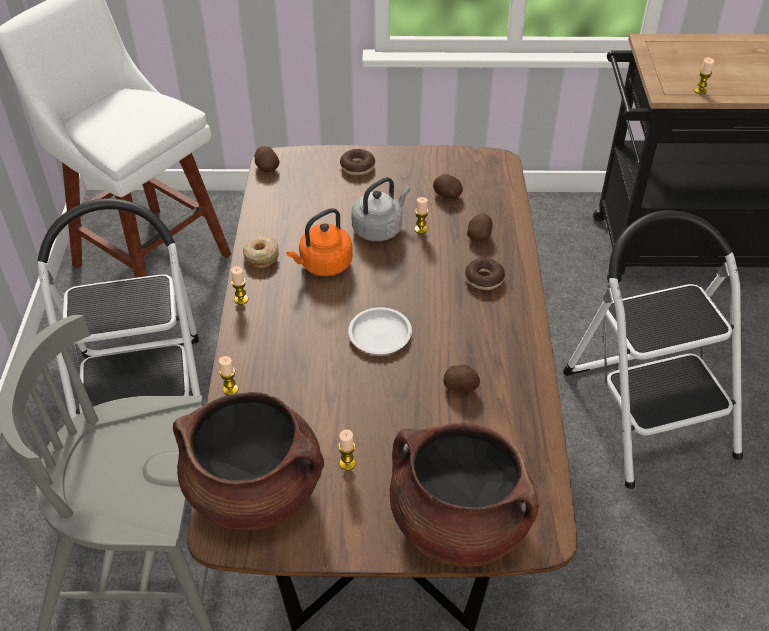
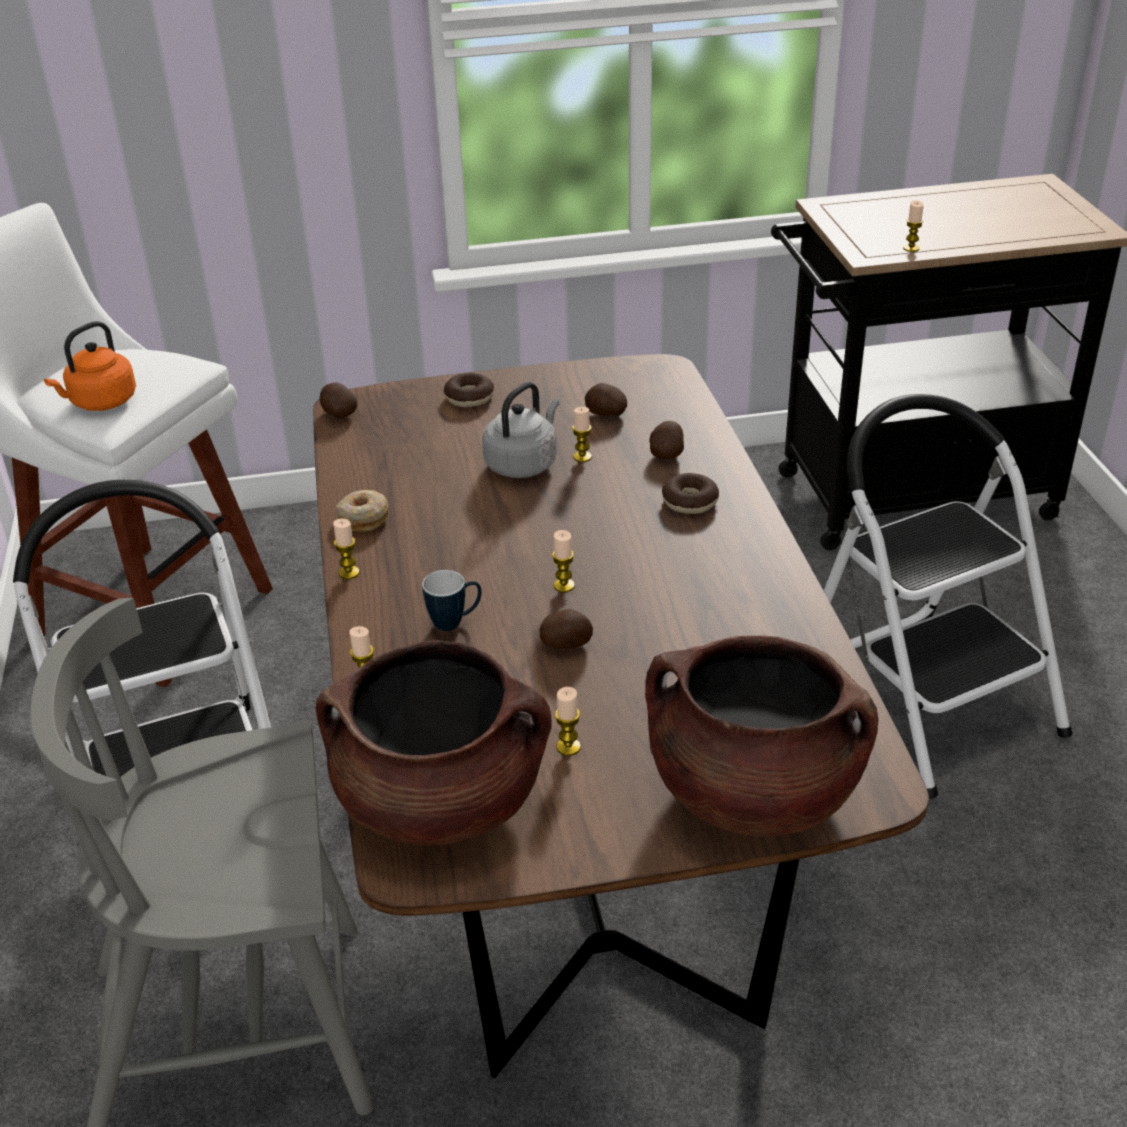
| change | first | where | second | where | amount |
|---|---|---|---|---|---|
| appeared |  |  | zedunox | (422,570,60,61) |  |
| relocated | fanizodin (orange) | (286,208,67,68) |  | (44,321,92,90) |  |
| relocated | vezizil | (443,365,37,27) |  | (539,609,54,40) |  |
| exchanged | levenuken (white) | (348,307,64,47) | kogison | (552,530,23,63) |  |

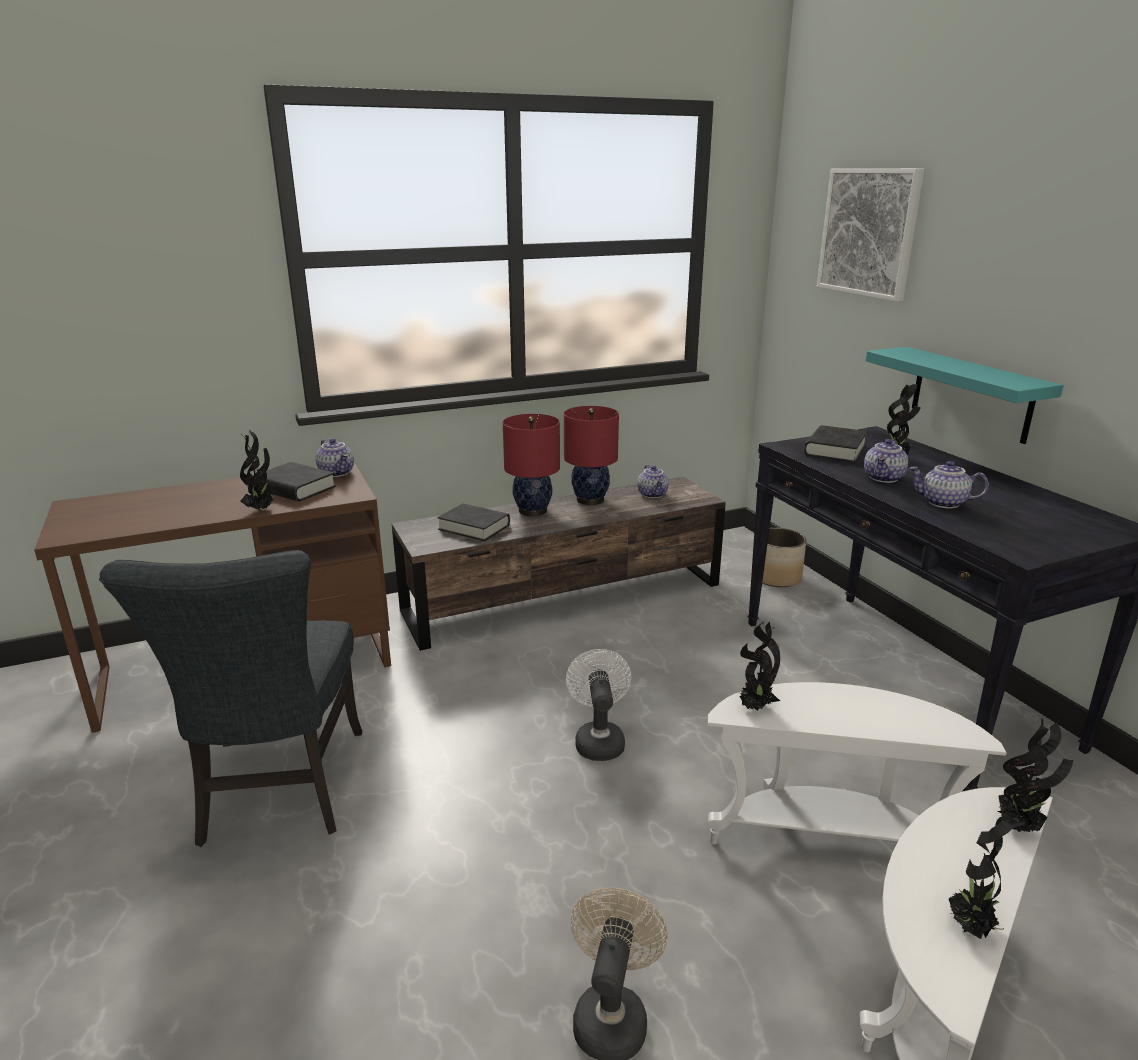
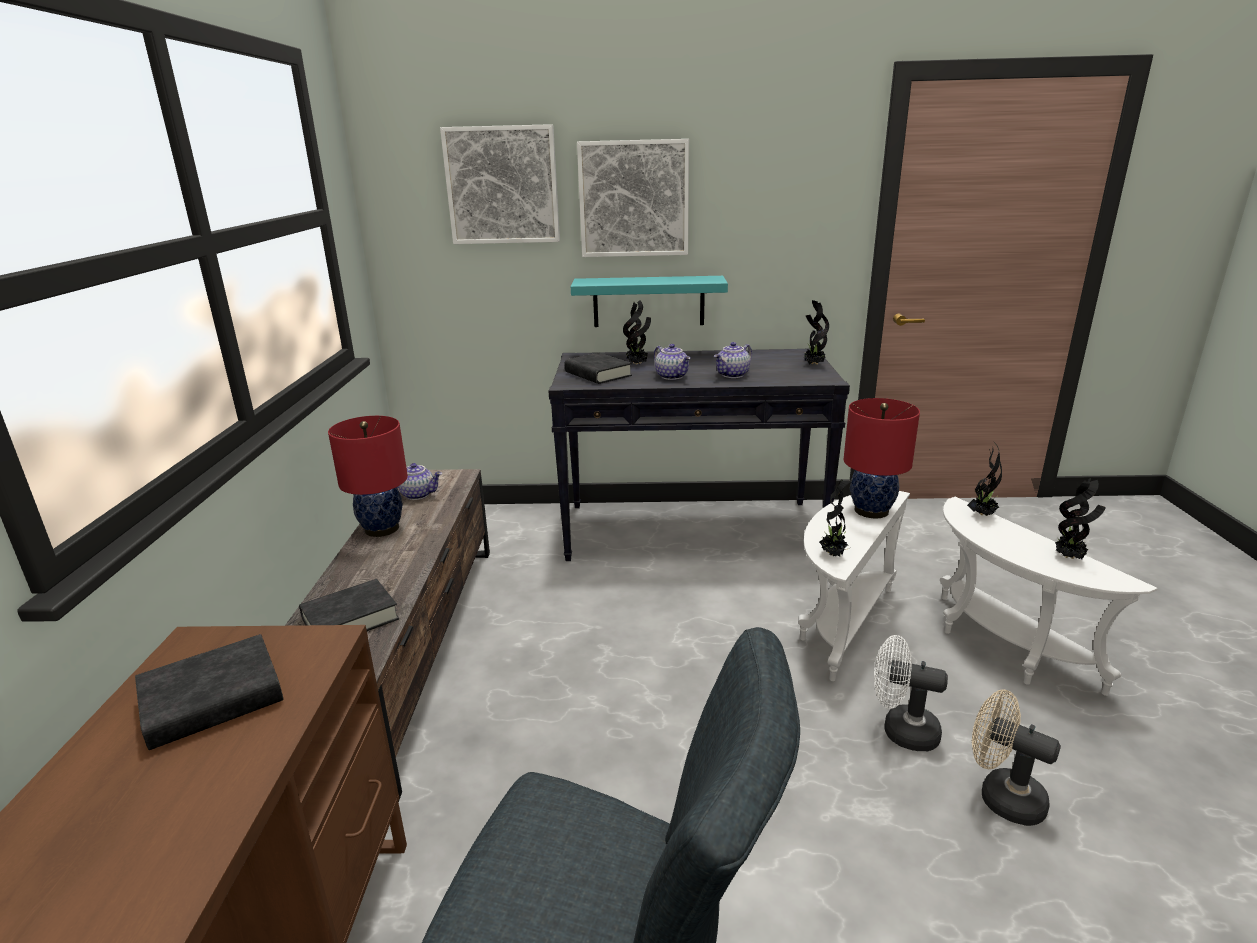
| change | first | where | second | where | amount |
|---|---|---|---|---|---|
| missing | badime | (316,438,38,39) |  |  |  |
| missing | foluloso | (762,528,44,59) |  |  |  |
| appeared |  |  | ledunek | (577,139,112,118) |  |
| relocated | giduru | (240,430,35,80) |  | (803,300,26,65) |  |
| relocated | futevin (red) | (503,414,57,102) |  | (843,398,77,120) |  |
| relocated | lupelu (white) | (566,649,65,112) |  | (874,635,74,116) |  |

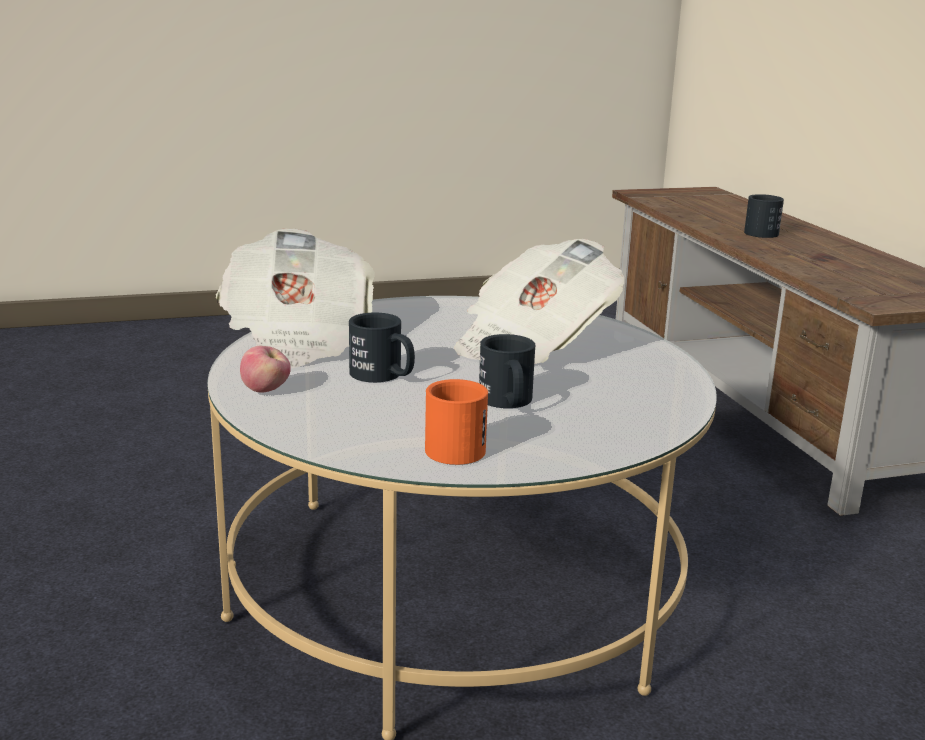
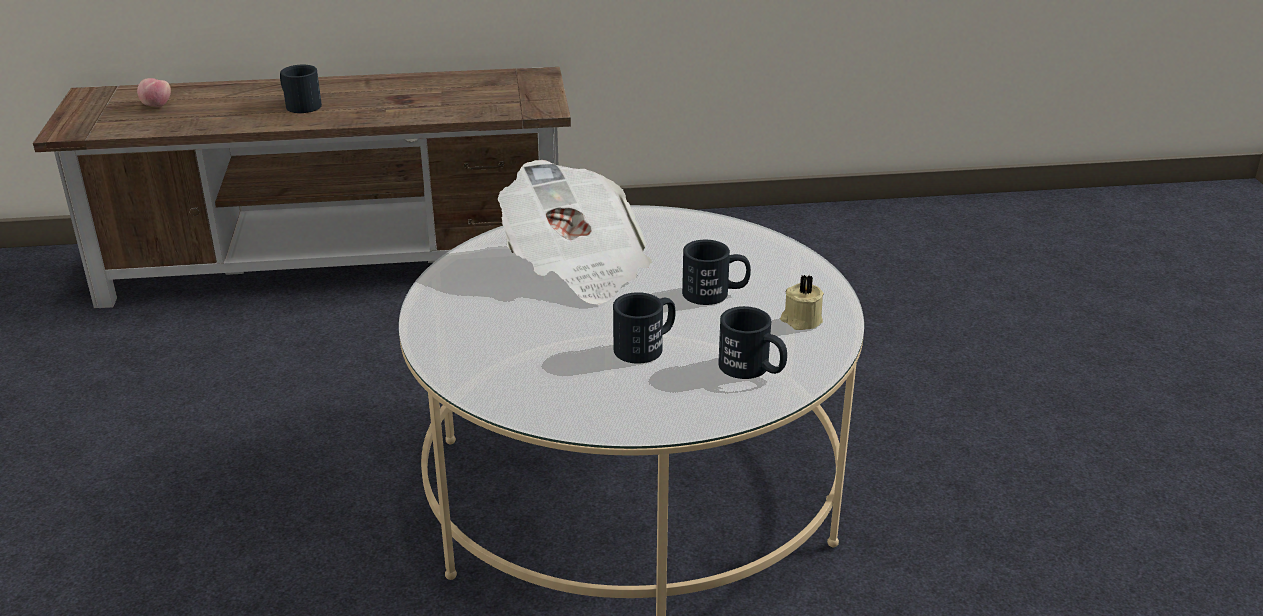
| change | first | where | second | where | amount |
|---|---|---|---|---|---|
| missing | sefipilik | (216,229,159,139) |  |  |  |
| appeared |  |  | zedunox (black) | (719,306,68,73) |  |
| relocated | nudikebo | (240,346,51,47) |  | (137,78,34,29) |  |
| exchanged | zedunox (orange) | (425,379,63,86) | kogison (beige) | (780,275,44,55) |  |

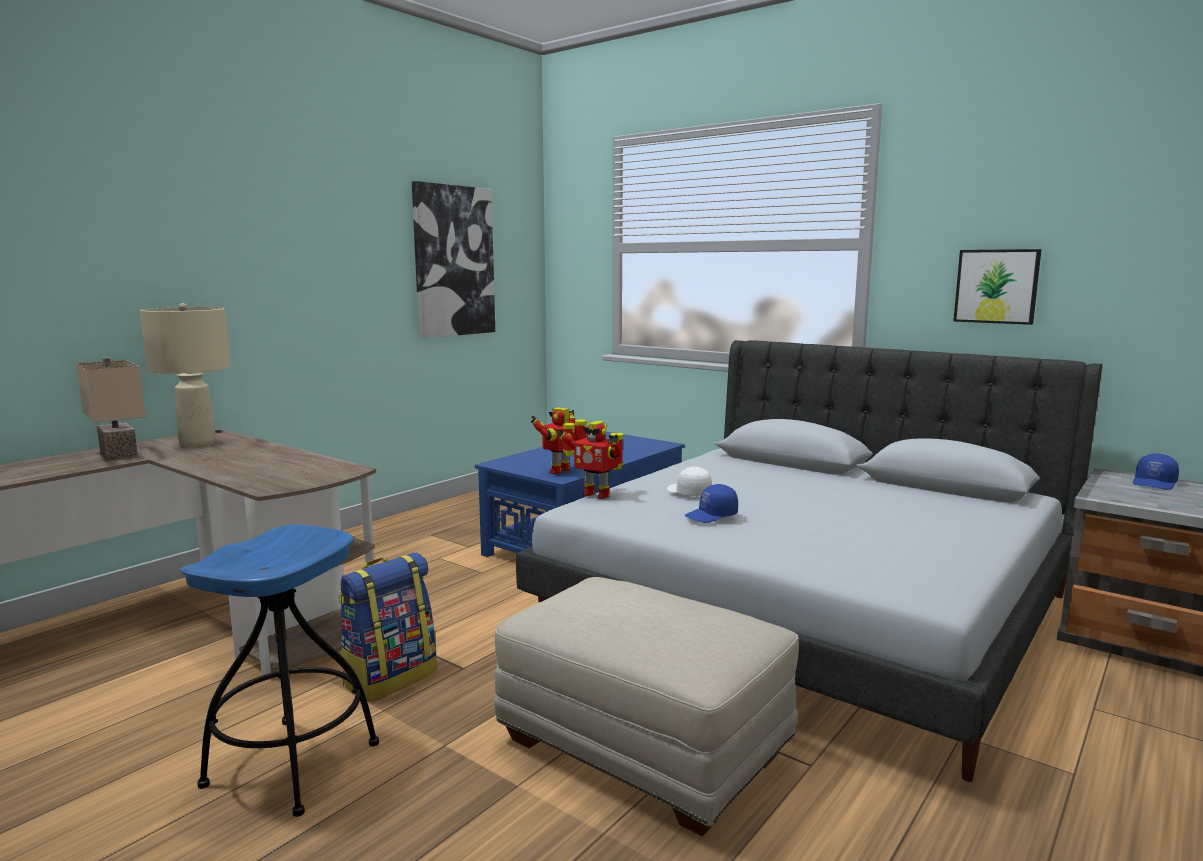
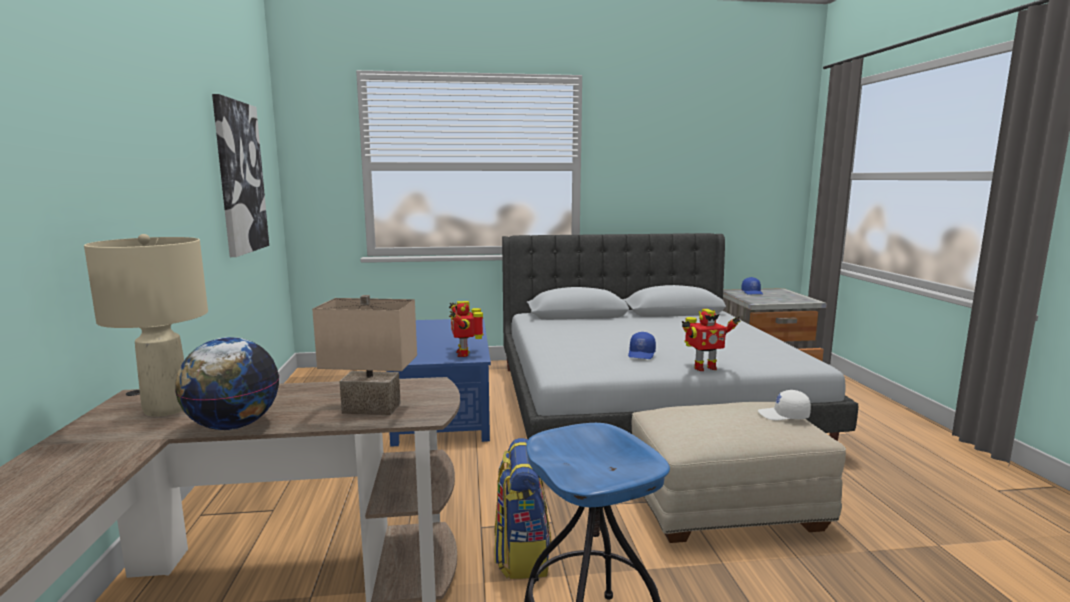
| change | first | where | second | where | amount |
|---|---|---|---|---|---|
| missing | ledunek | (953,249,89,76) |  |  |  |
| appeared |  |  | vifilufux | (175,337,104,93) |  |
| relocated | futevin (beige) | (76,357,69,105) |  | (312,295,105,120) |  |
| relocated | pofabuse | (557,421,67,78) |  | (682,309,58,62) |  |
| relocated | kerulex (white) | (667,467,45,29) |  | (758,390,53,30) |  |

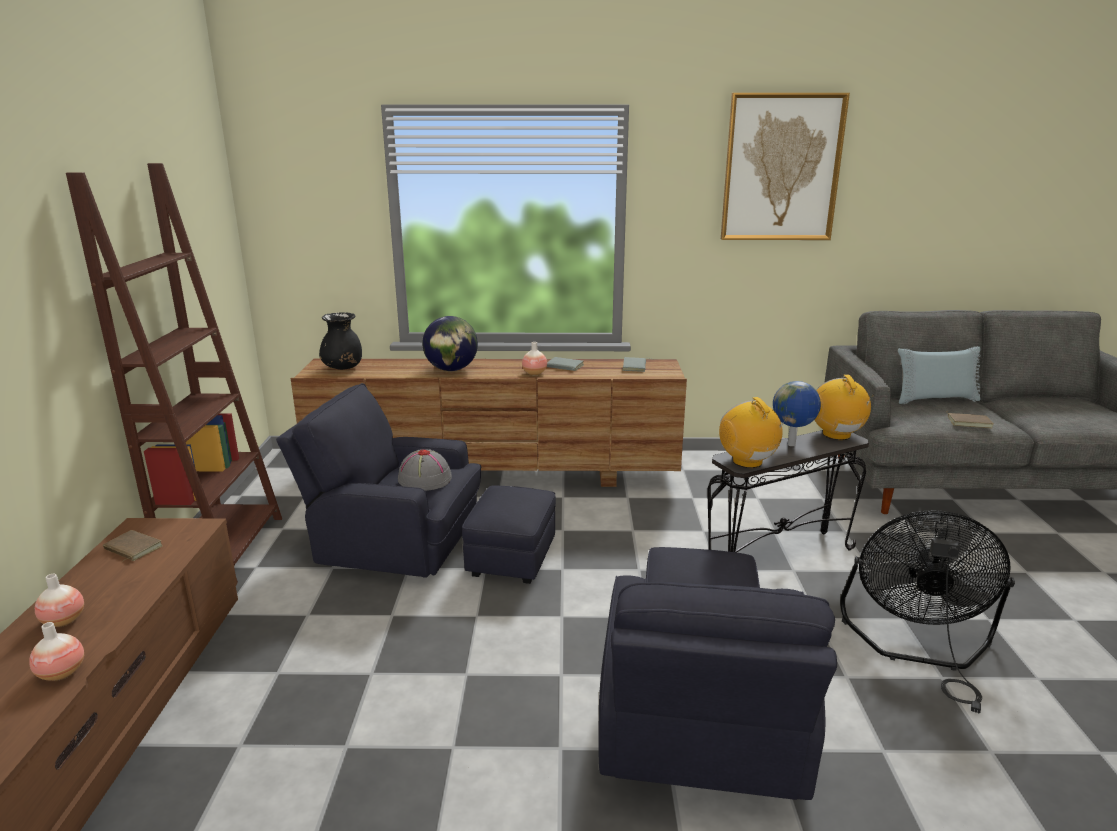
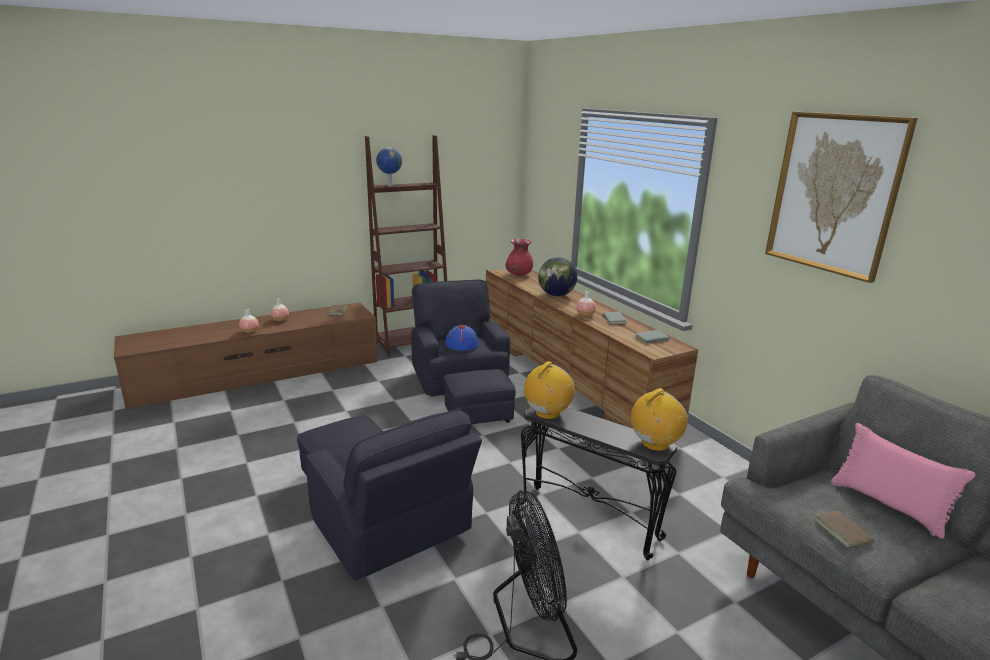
| change | first | where | second | where | amount |
|---|---|---|---|---|---|
| relocated | vifilufux | (773,381,48,65) |  | (376,148,26,38) |  |
| colour | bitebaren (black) | (319,312,43,58) | bitebaren (red) | (505,239,28,37) |  |
| colour | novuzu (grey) | (398,449,54,42) | novuzu (blue) | (445,325,34,26) |  |
| colour | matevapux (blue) | (898,346,83,58) | matevapux (pink) | (831,423,145,116) |  |
| spun | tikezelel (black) | (598,547,239,253) |  | (297,409,185,171) | 105 degrees counterclockwise |

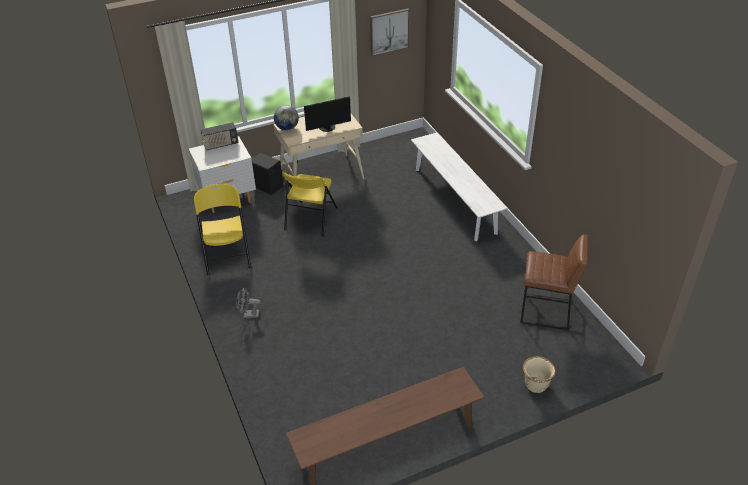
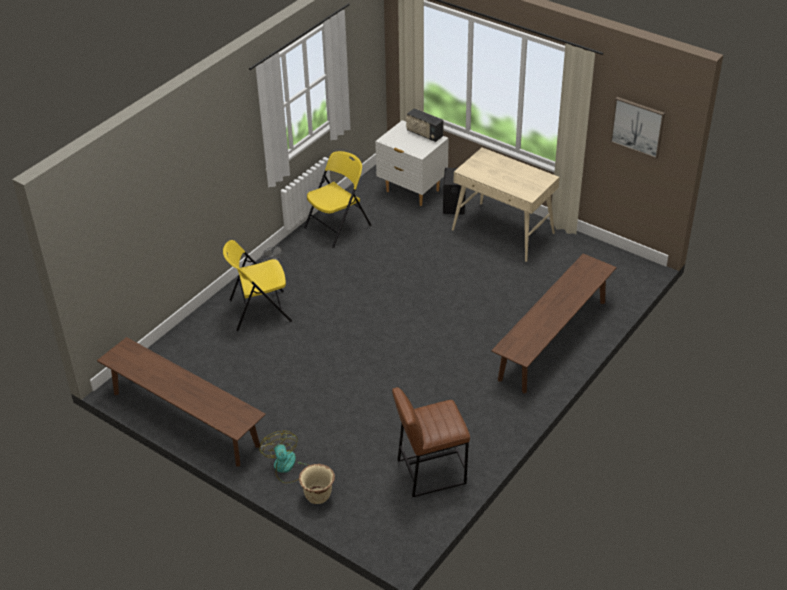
| change | first | where | second | where | amount |
|---|---|---|---|---|---|
| missing | vifilufux | (274,105,25,26) |  |  |  |
| missing | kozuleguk | (304,96,47,36) |  |  |  |
| appeared |  |  | lupelu | (259,431,50,52) |  |
| relocated | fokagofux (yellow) | (282,172,56,64) |  | (223,240,69,92) |  |
| colour | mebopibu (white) | (411,132,97,109) | mebopibu (brown) | (491,254,126,140) |  |
| spun | fokagofux (brown) | (520,234,68,96) |  | (392,387,78,110) | 90 degrees clockwise |

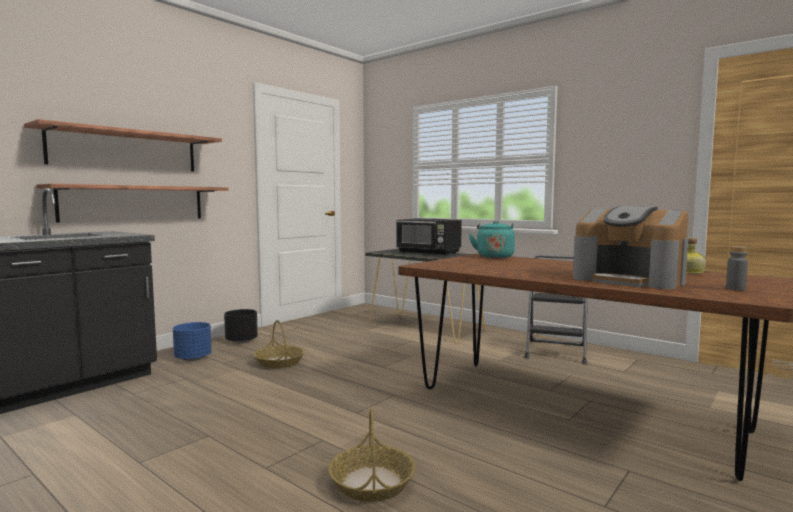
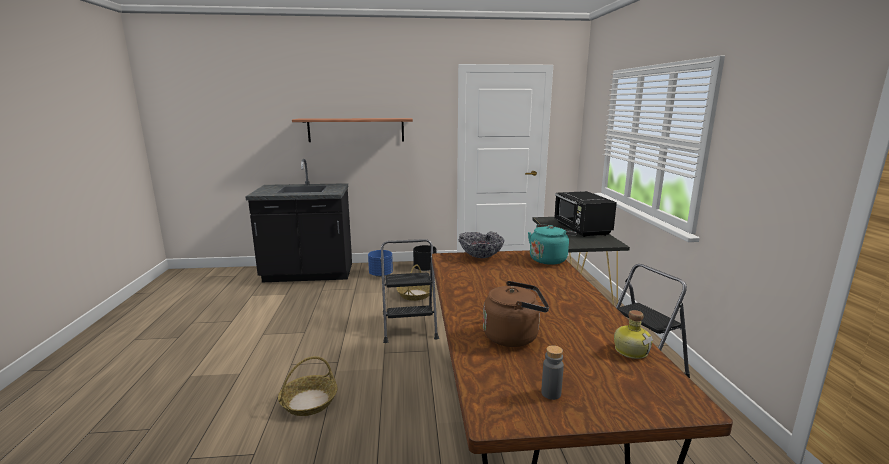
| change | first | where | second | where | amount |
|---|---|---|---|---|---|
| missing | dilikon | (36,184,193,39) |  |  |  |
| appeared |  |  | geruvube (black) | (380,239,59,104) |  |
| appeared |  |  | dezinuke | (459,231,45,27) |  |
| exchanged | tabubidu | (573,207,115,82) | fanizodin (brown) | (483,281,66,66) |  |

